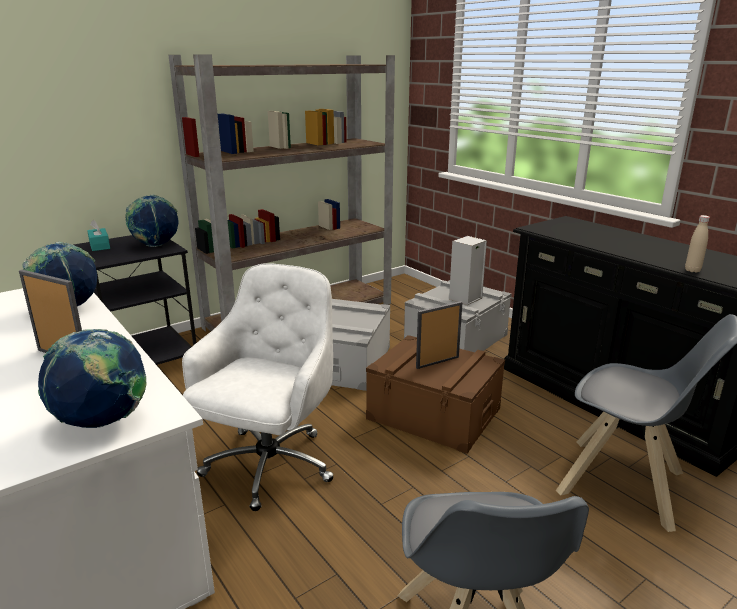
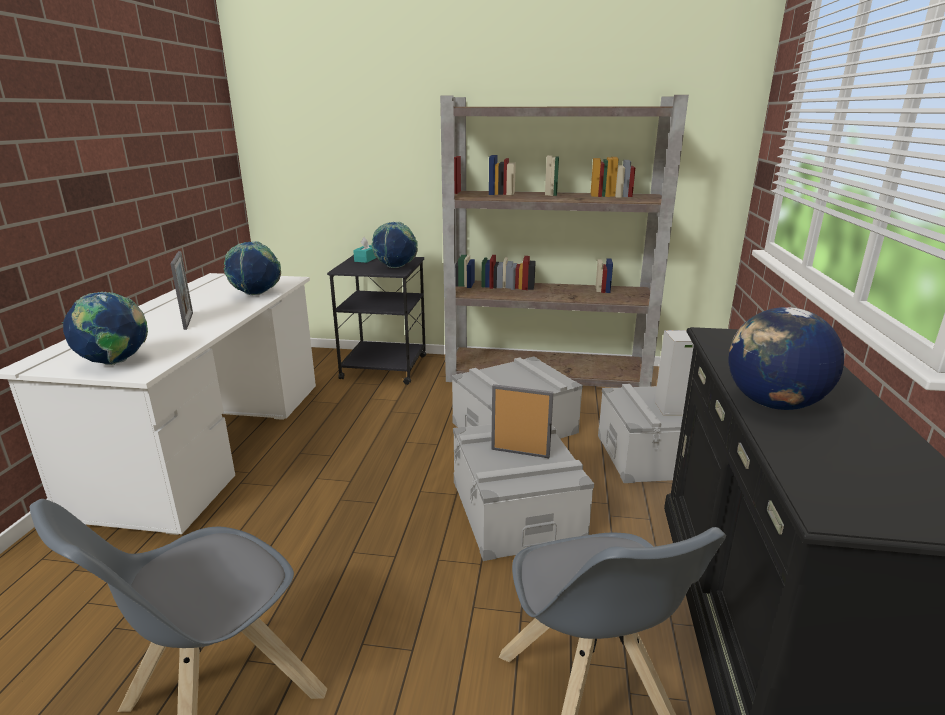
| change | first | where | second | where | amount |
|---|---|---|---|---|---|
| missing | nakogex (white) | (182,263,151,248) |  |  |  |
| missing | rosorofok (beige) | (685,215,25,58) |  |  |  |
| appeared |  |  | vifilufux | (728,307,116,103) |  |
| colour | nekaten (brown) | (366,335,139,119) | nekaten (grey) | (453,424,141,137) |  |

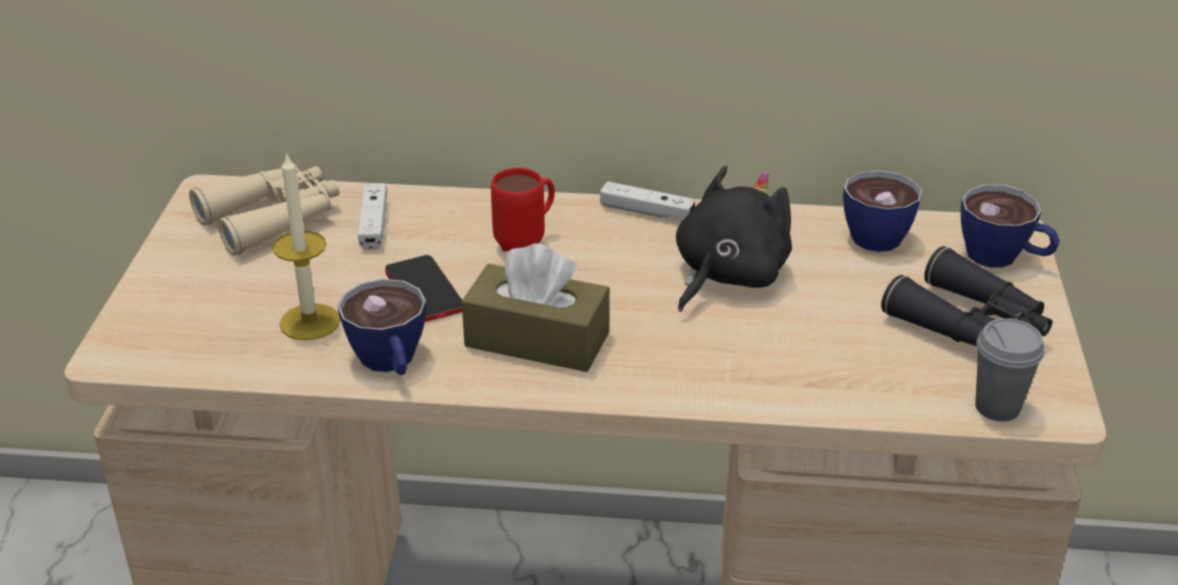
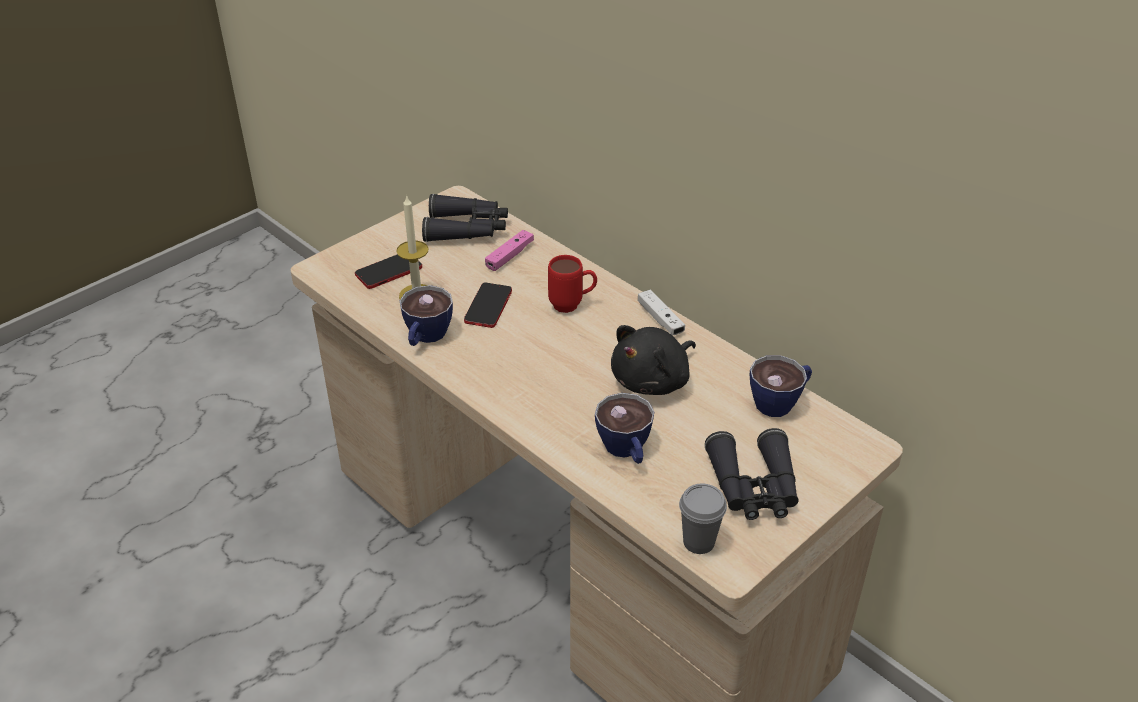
| change | first | where | second | where | amount |
|---|---|---|---|---|---|
| missing | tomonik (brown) | (462,243,148,129) |  |  |  |
| appeared |  |  | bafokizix | (355,254,67,35) |  |
| relocated | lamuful | (961,184,99,84) |  | (595,393,59,71) |  |
| colour | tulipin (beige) | (189,165,150,91) | tulipin (black) | (422,194,86,48) |  |
| colour | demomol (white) | (358,183,29,67) | demomol (pink) | (485,230,49,41) |  |
| spun | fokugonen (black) | (676,166,116,146) |  | (611,325,85,70) | 150 degrees clockwise |

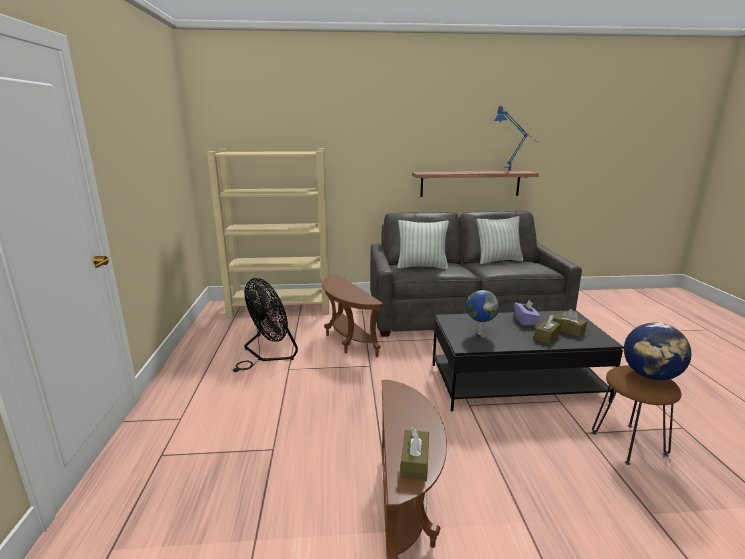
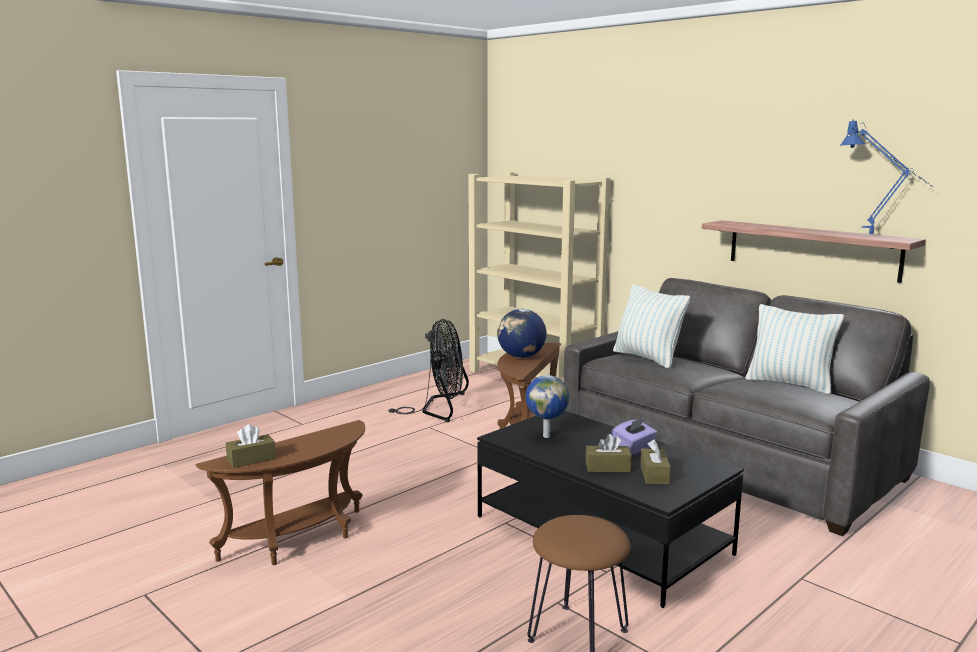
| change | first | where | second | where | amount |
|---|---|---|---|---|---|
| relocated | vifilufux | (624,323,67,57) |  | (497,309,49,49) |  |

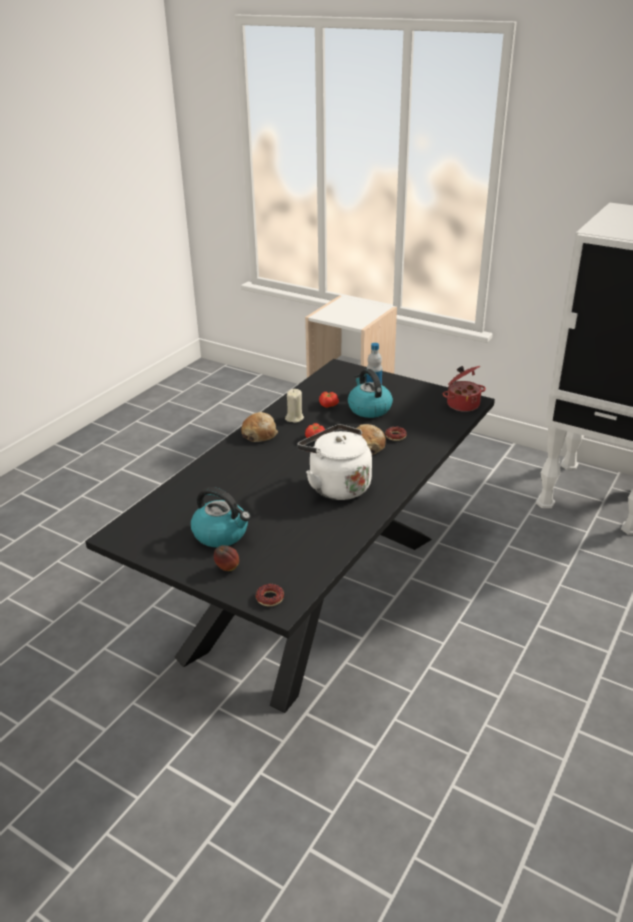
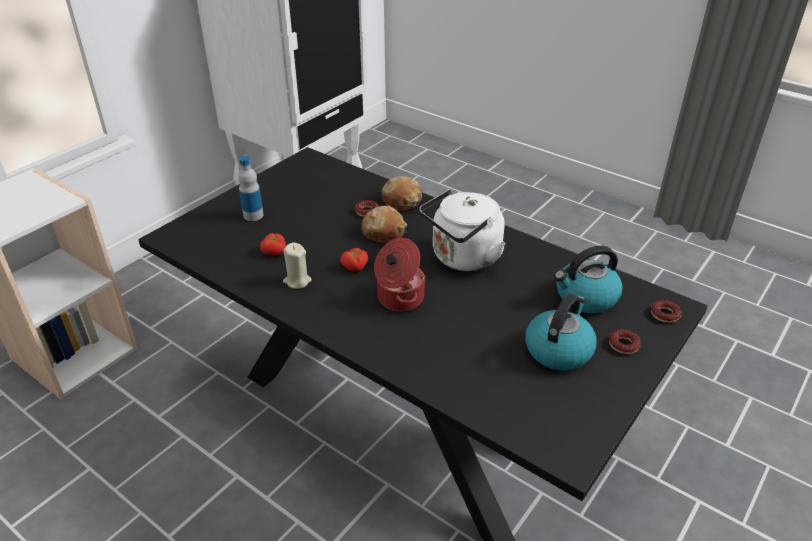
| change | first | where | second | where | amount |
|---|---|---|---|---|---|
| relocated | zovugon | (241,412,37,30) |  | (381,176,41,34) |  |
| relocated | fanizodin | (348,369,45,49) |  | (554,246,69,67) |  |
| relocated | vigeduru | (443,366,43,46) |  | (374,238,52,73) |  |
| exchanged | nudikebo | (214,545,25,26) | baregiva | (609,329,32,25) |  |

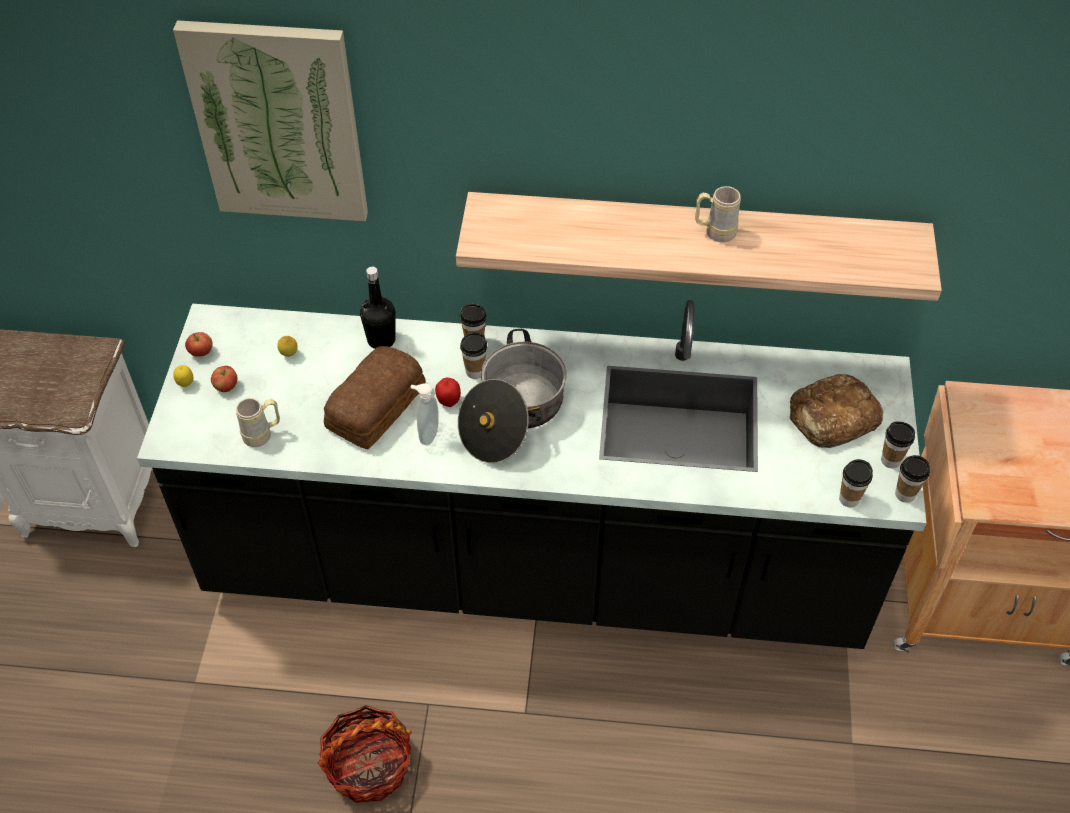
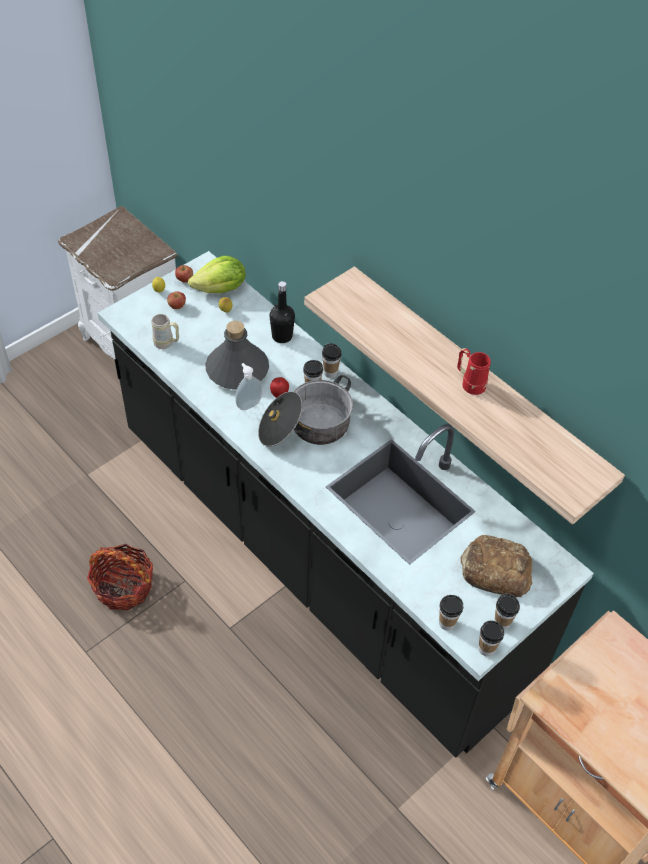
| change | first | where | second | where | amount |
|---|---|---|---|---|---|
| missing | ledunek | (173,20,195,202) |  |  |  |
| appeared |  |  | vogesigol | (188,256,58,37) |  |
| exchanged | zovugon | (324,346,101,104) | rosorofok (grey) | (205,321,64,69) |  |
| colour | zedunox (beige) | (695,186,46,57) | zedunox (red) | (457,348,34,47) |  |

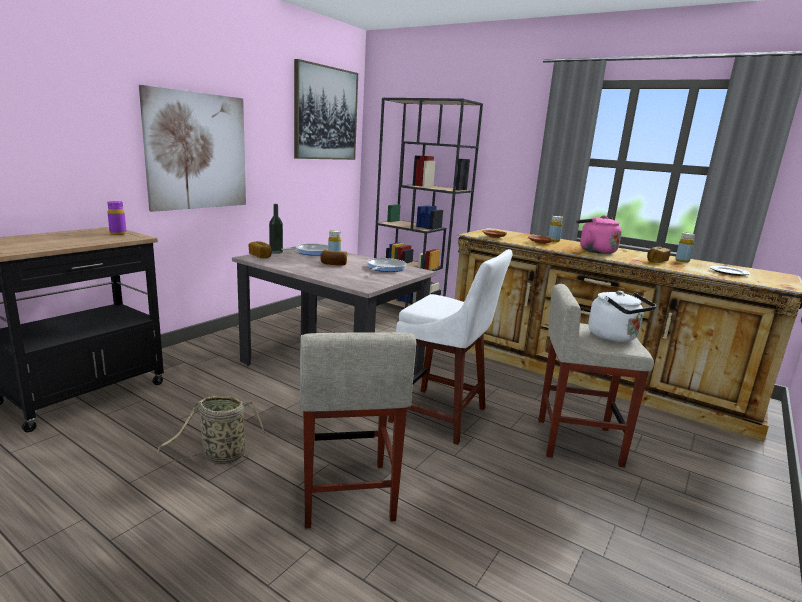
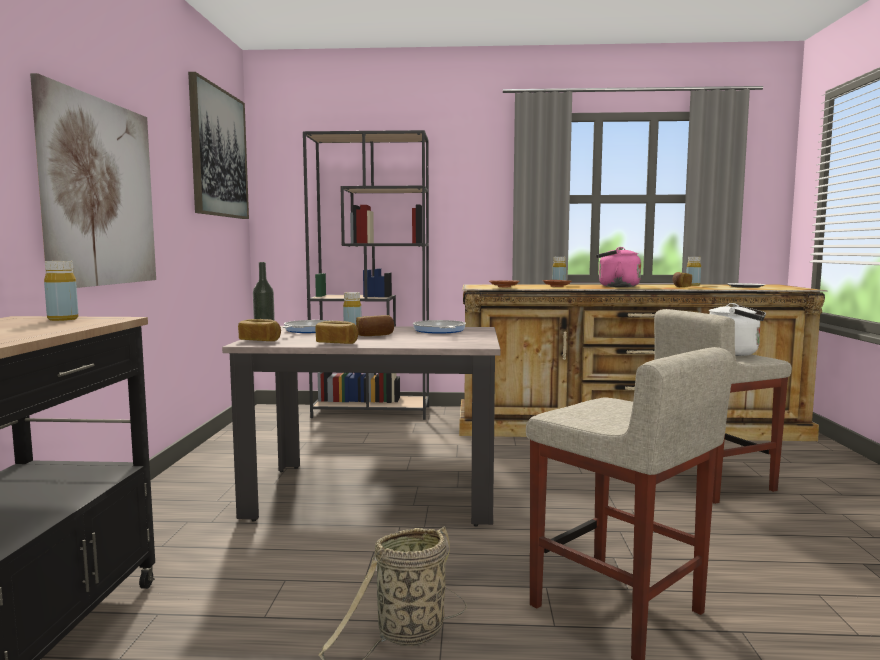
| change | first | where | second | where | amount |
|---|---|---|---|---|---|
| missing | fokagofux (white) | (388,249,124,196) |  |  |  |
| appeared |  |  | zovugon | (315,321,43,23) |  |
| colour | rosorofok (purple) | (107,201,20,34) | rosorofok (yellow) | (44,261,34,60) |  |

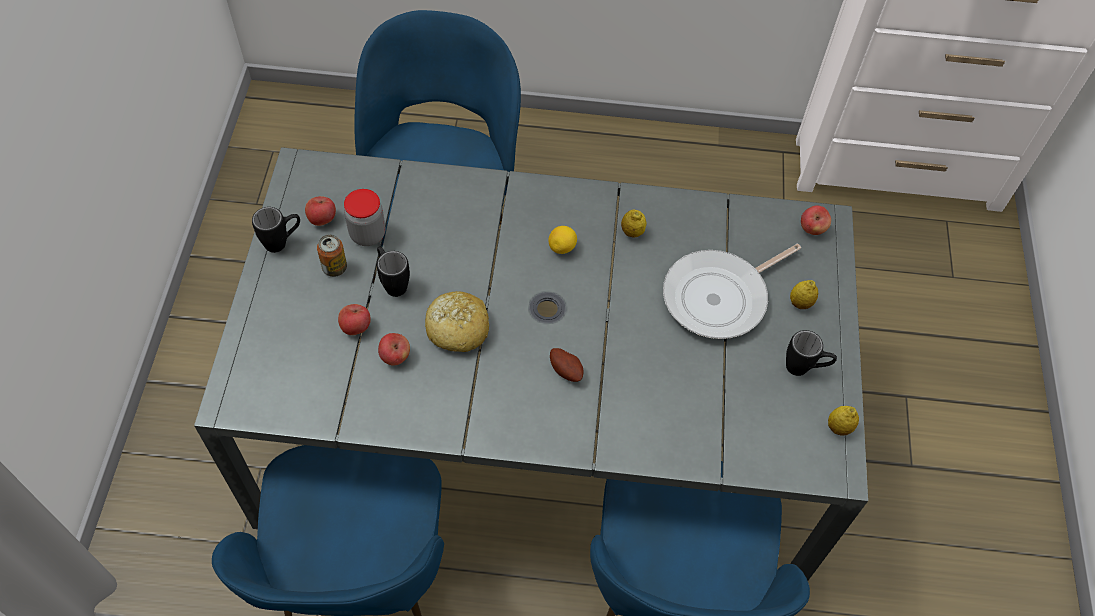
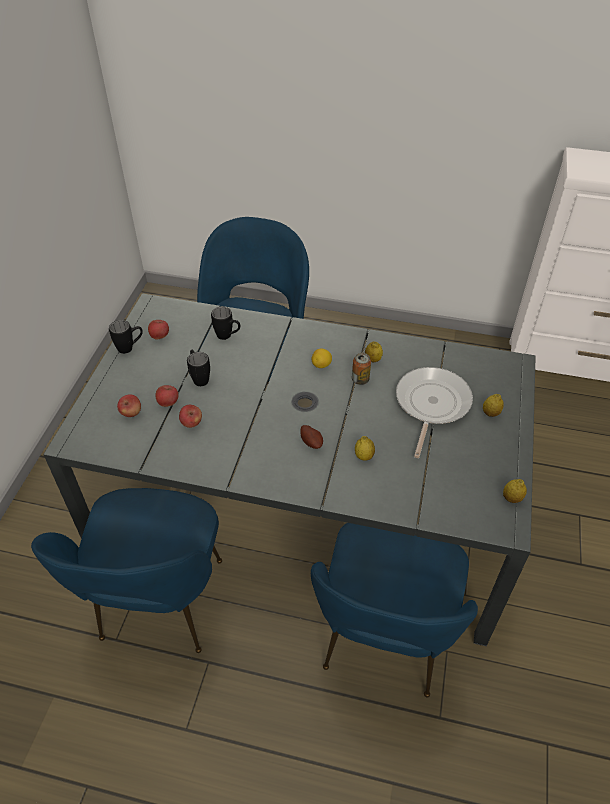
| change | first | where | second | where | amount |
|---|---|---|---|---|---|
| missing | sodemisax | (344,189,41,57) |  |  |  |
| missing | zovugon | (425,291,64,61) |  |  |  |
| appeared |  |  | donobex | (355,436,20,25) |  |
| relocated | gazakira | (317,235,30,42) |  | (352,353,19,32) |  |
| relocated | zedunox (black) | (786,330,51,46) |  | (211,307,29,33) |  |
| relocated | nudikebo | (801,205,30,30) |  | (117,394,24,23) |  |
| spun | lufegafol | (663,244,138,95) |  | (396,367,77,91) | 135 degrees clockwise |

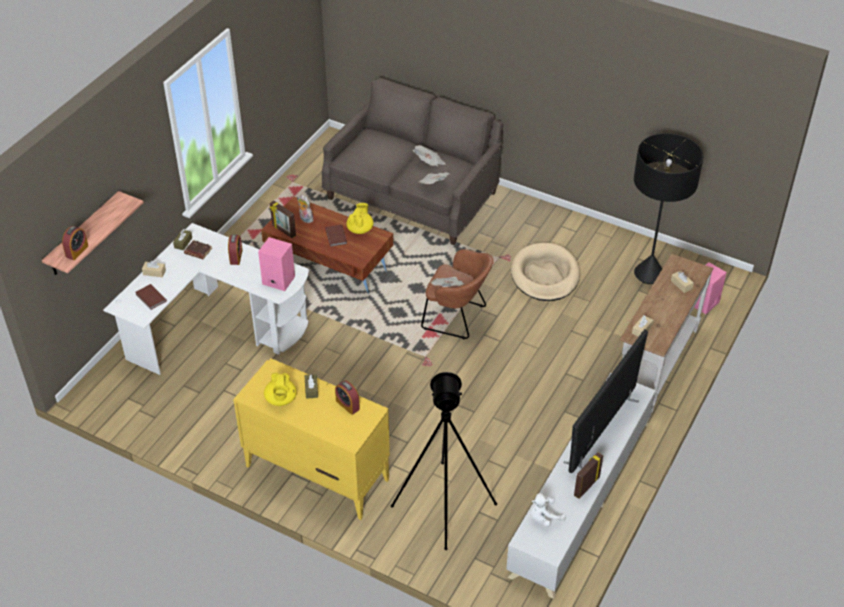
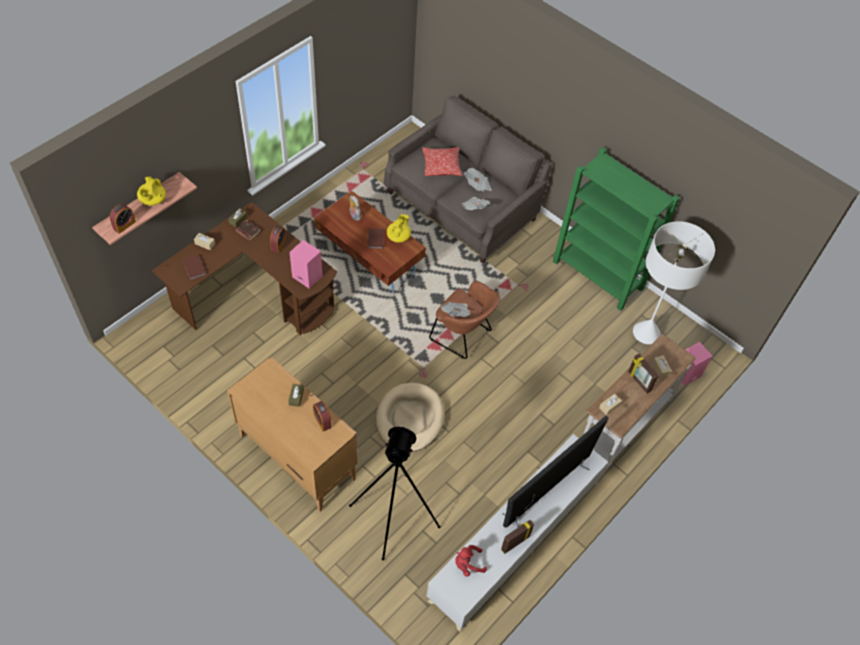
| change | first | where | second | where | amount |
|---|---|---|---|---|---|
| appeared |  |  | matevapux | (422,147,40,29) |  |
| appeared |  |  | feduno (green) | (553,147,127,164) |  |
| relocated | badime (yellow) | (264,373,33,33) |  | (137,176,29,30) |  |
| relocated | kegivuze | (269,201,27,37) |  | (628,354,31,40) |  |
| relocated | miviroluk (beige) | (511,243,69,58) |  | (376,383,69,69) |  |
| colour | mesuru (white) | (103,223,206,152) | mesuru (brown) | (152,202,185,133) |  |
| colour | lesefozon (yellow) | (233,358,157,162) | lesefozon (brown) | (227,357,130,155) |  |
| colour | fokugonen (white) | (530,493,36,34) | fokugonen (red) | (455,545,32,32) |  |
| colour | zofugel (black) | (634,133,69,151) | zofugel (white) | (633,221,82,123) |  |

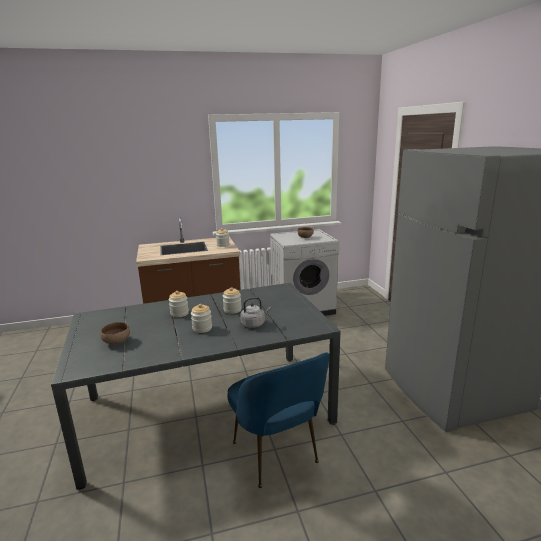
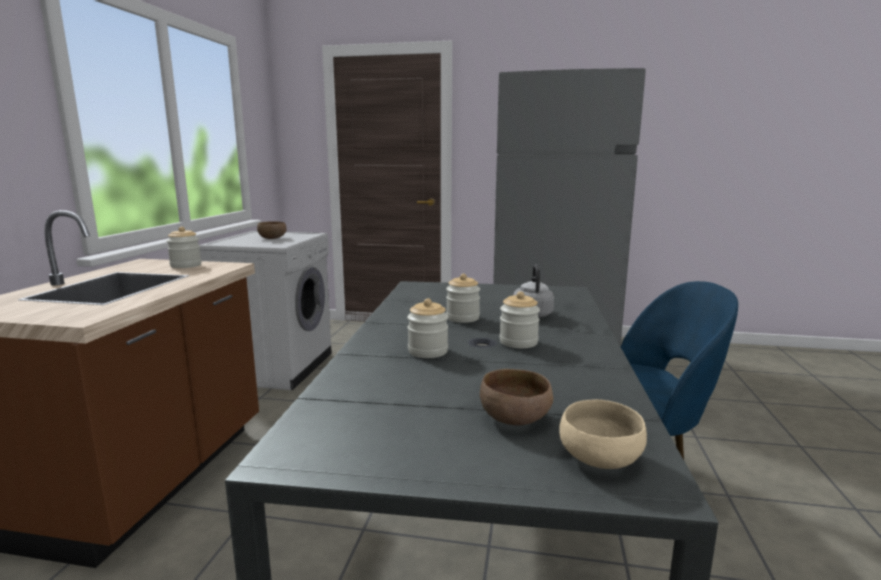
| change | first | where | second | where | amount |
|---|---|---|---|---|---|
| appeared |  |  | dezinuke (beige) | (559,399,88,70) |  |

